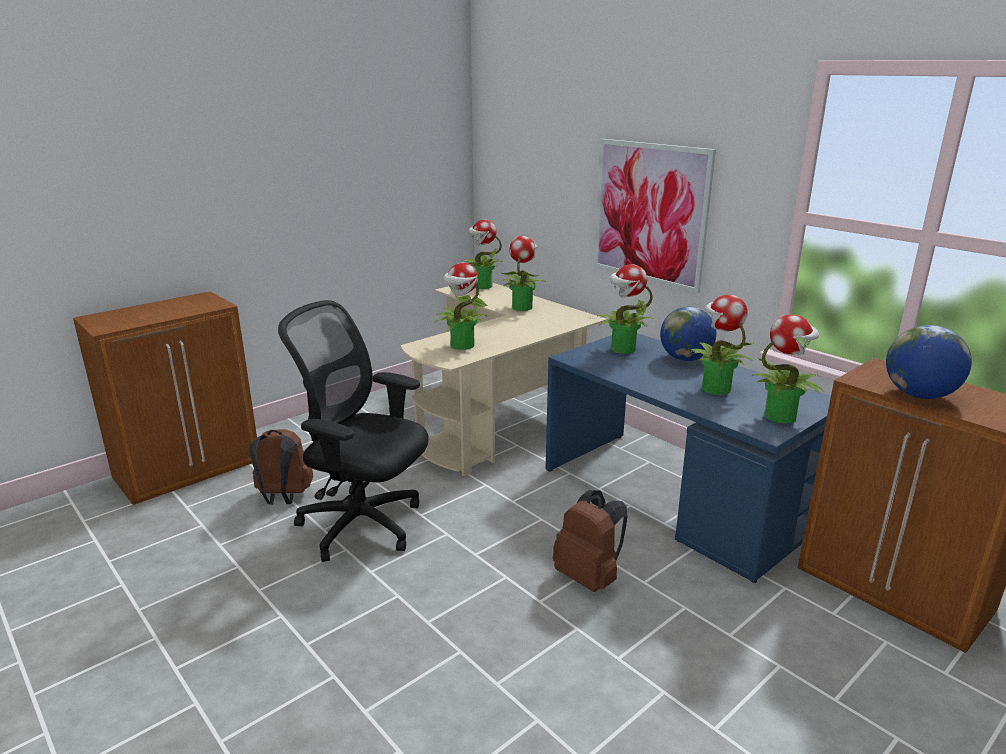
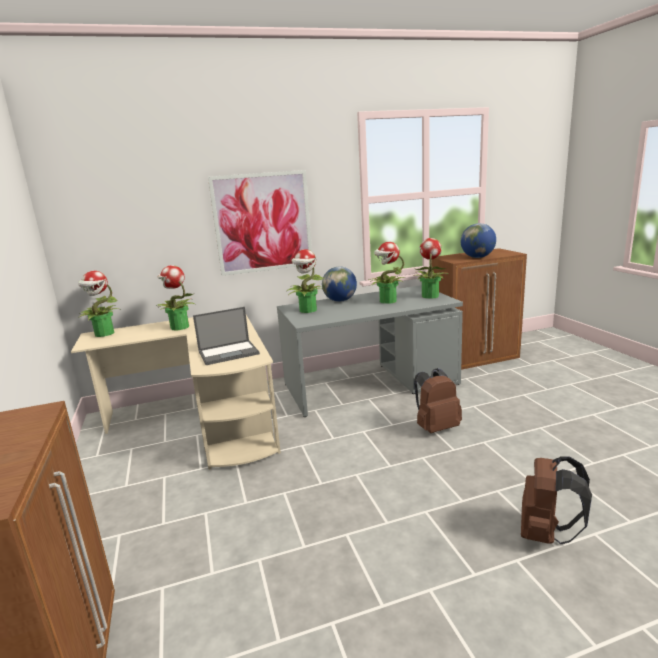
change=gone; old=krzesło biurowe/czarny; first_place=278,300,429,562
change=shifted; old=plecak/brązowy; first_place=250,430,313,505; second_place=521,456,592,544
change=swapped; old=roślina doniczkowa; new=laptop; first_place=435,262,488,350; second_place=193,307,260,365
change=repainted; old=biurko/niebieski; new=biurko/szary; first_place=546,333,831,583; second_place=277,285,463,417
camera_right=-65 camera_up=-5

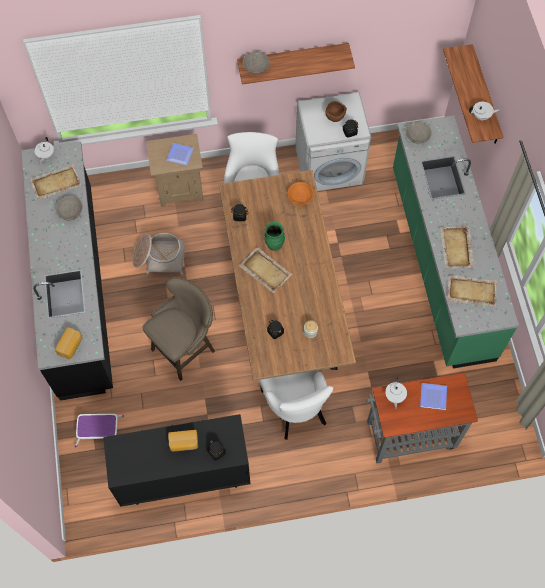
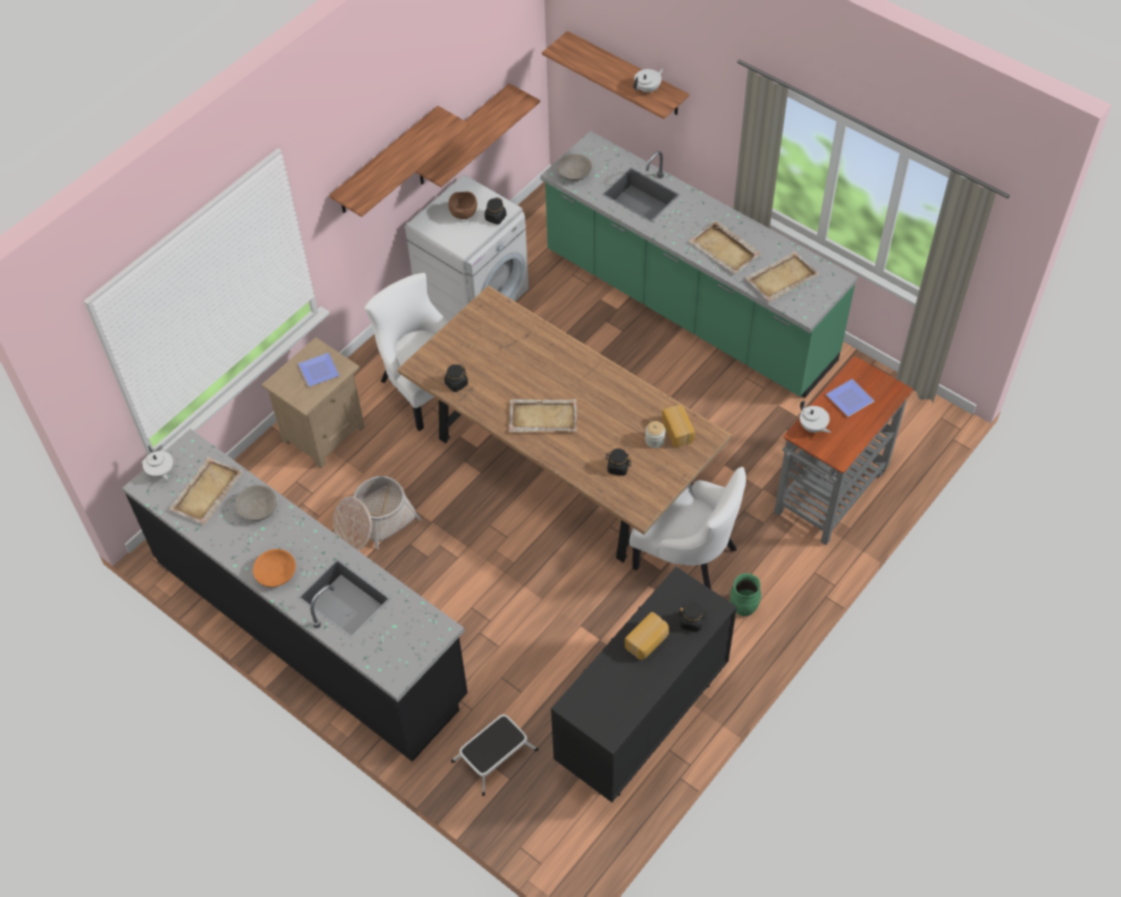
change=gone; old=stołek/beżowy; first_place=142,277,215,381
change=gone; old=miska/szary; first_place=243,52,270,74
change=new; new=półka; second_place=415,83,540,187
change=shifted; old=chleb; first_place=55,327,83,359; second_place=662,405,695,448
change=shifted; old=wazon/zielony; first_place=264,221,285,251; second_place=730,573,761,616
change=shifted; old=miska/pomarańczowy; first_place=287,182,314,205; second_place=253,549,296,587
change=repainted; old=drabinka/fioletowy; new=drabinka/czarny; first_place=75,414,124,448; second_place=451,714,538,796
camera_right=-40 camera_up=-10

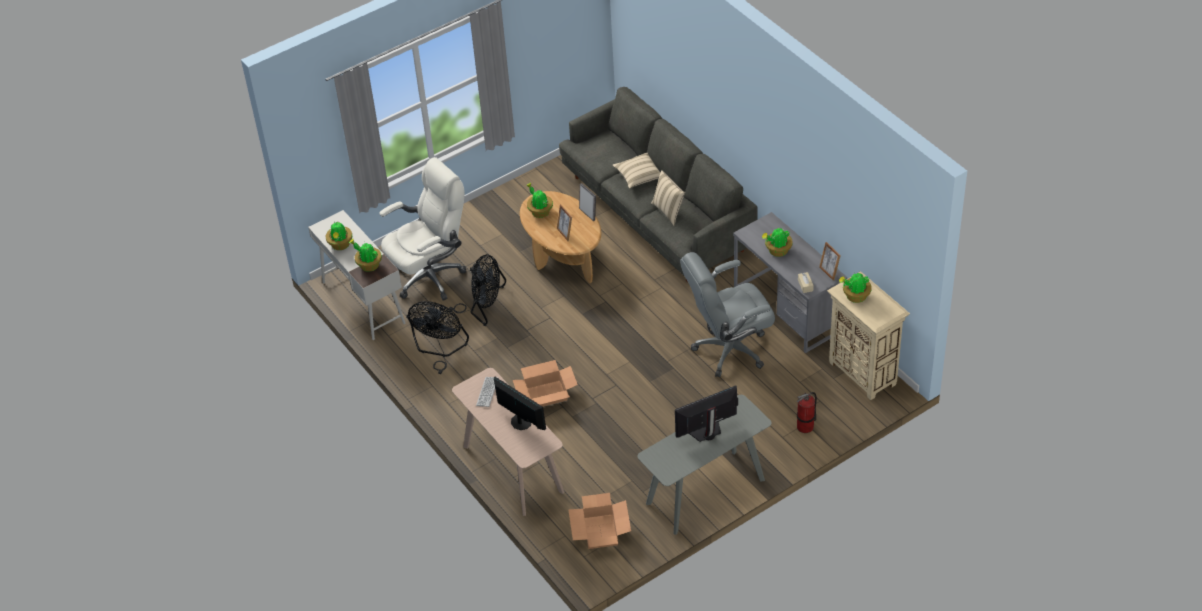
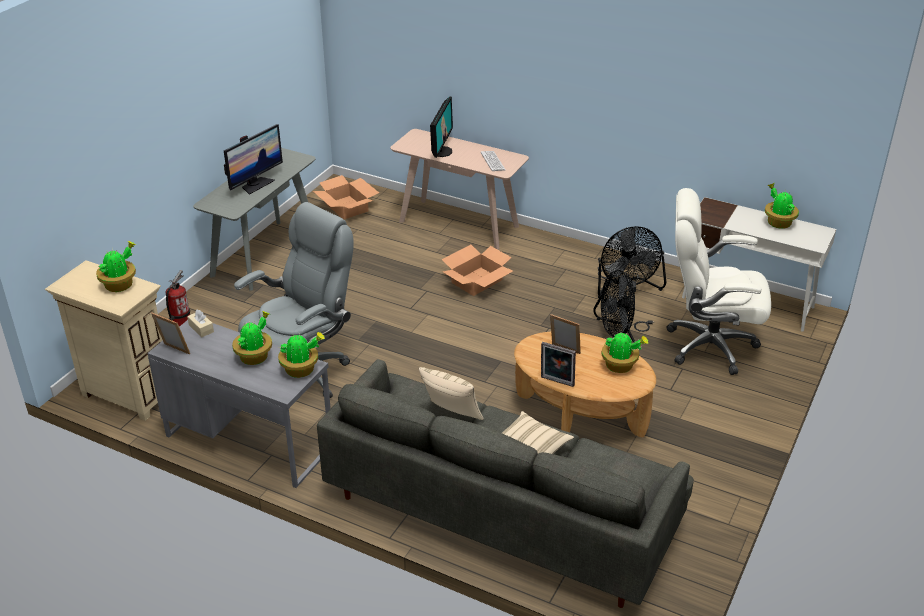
change=shifted; old=roślina doniczkowa; first_place=349,239,382,272; second_place=278,332,325,378
change=rotated; old=krzesło biurowe/biały; first_place=380,157,466,301; second_place=667,188,771,375; degrees=75
change=rotated; old=monitor; first_place=494,377,546,430; second_place=430,96,453,158; degrees=-90
camera_right=150 camera_up=-10

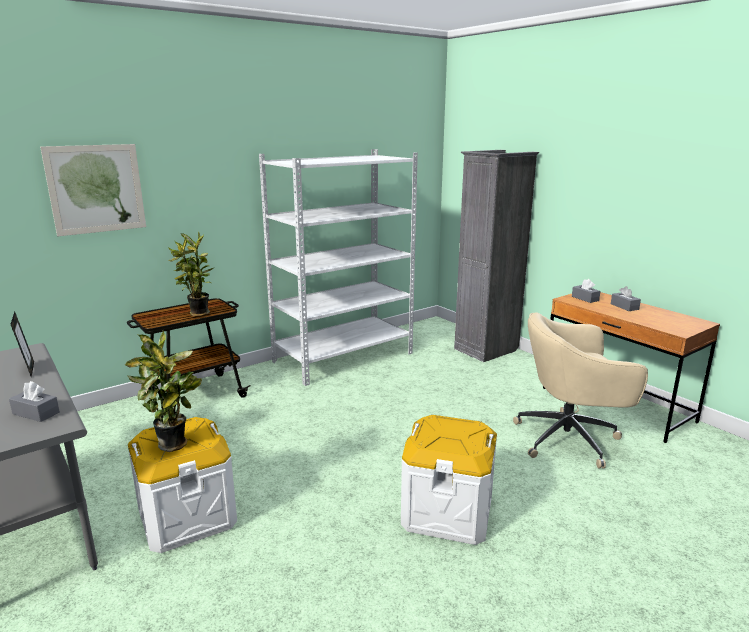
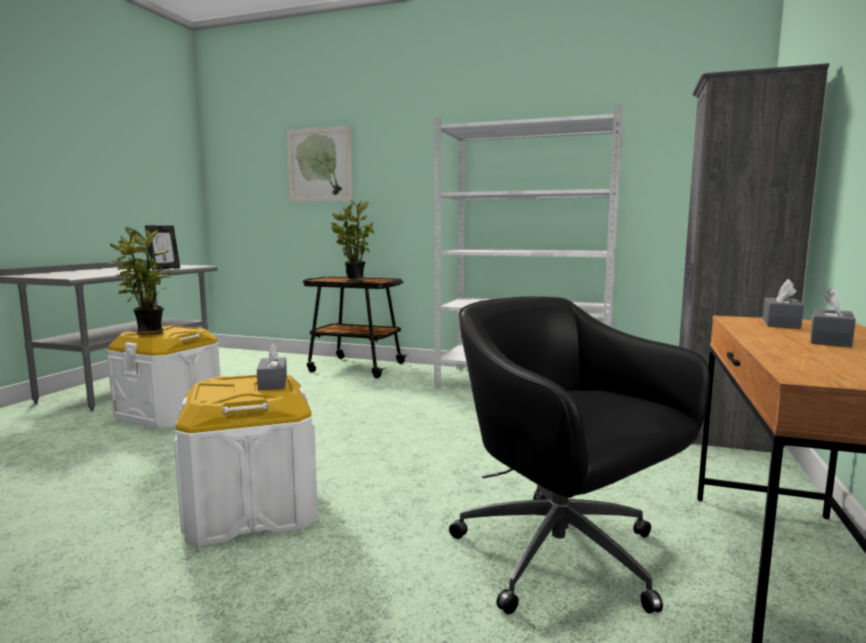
change=shifted; old=pudełko chusteczek/szary; first_place=9,381,60,422; second_place=257,343,287,390
change=repainted; old=krzesło biurowe/beżowy; new=krzesło biurowe/czarny; first_place=513,312,648,469; second_place=449,297,710,615
camera_right=55 camera_up=-10

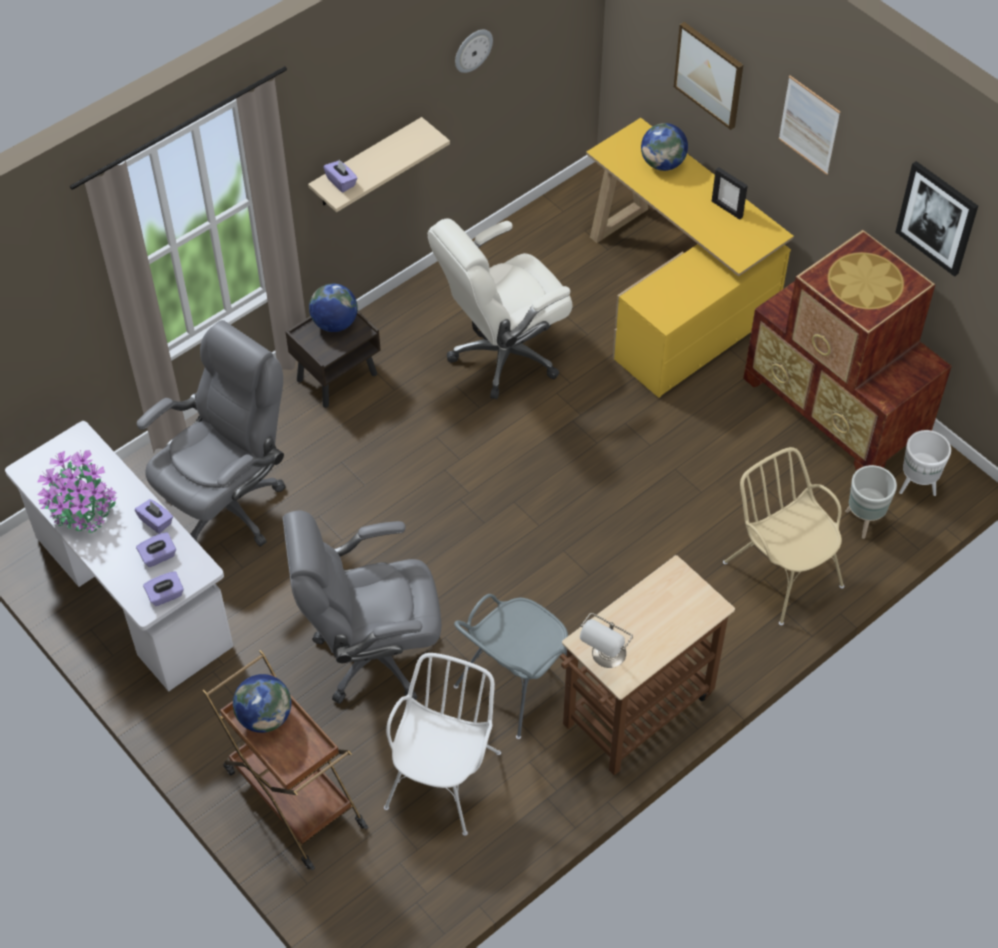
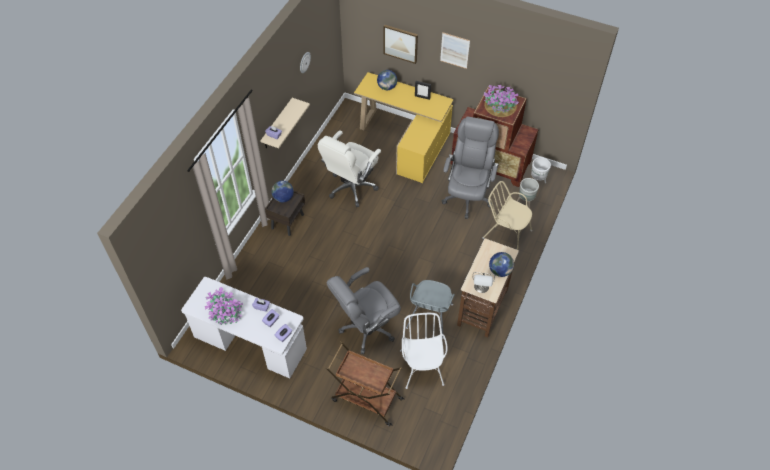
change=gone; old=obraz; first_place=895,161,978,277
change=new; new=roślina doniczkowa; second_place=483,84,519,114
change=shifted; old=krzesło biurowe/szary; first_place=137,320,285,547; second_place=442,116,499,219
change=shifted; old=globus; first_place=233,674,291,733; second_place=489,252,514,277
camera_right=-25 camera_up=0

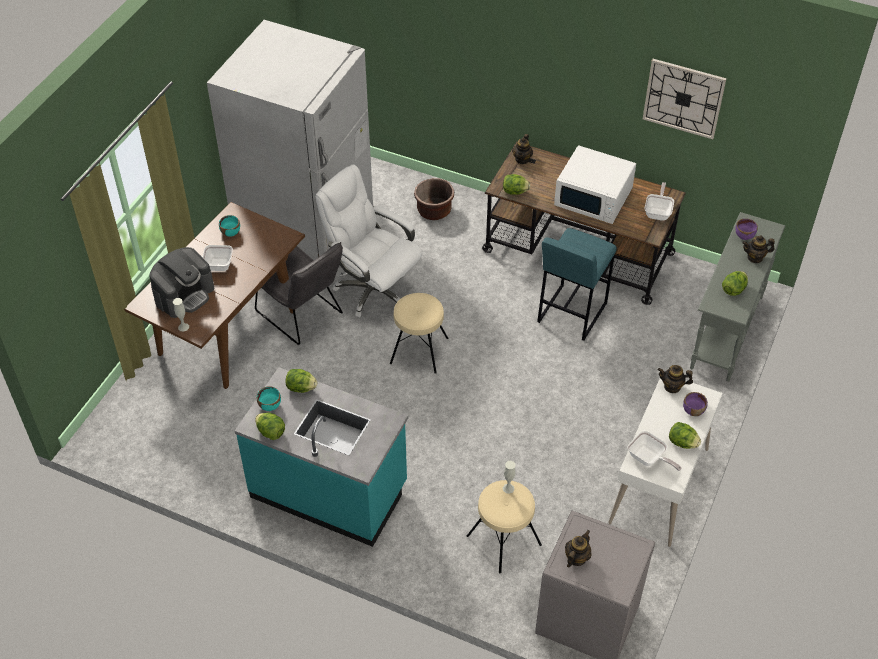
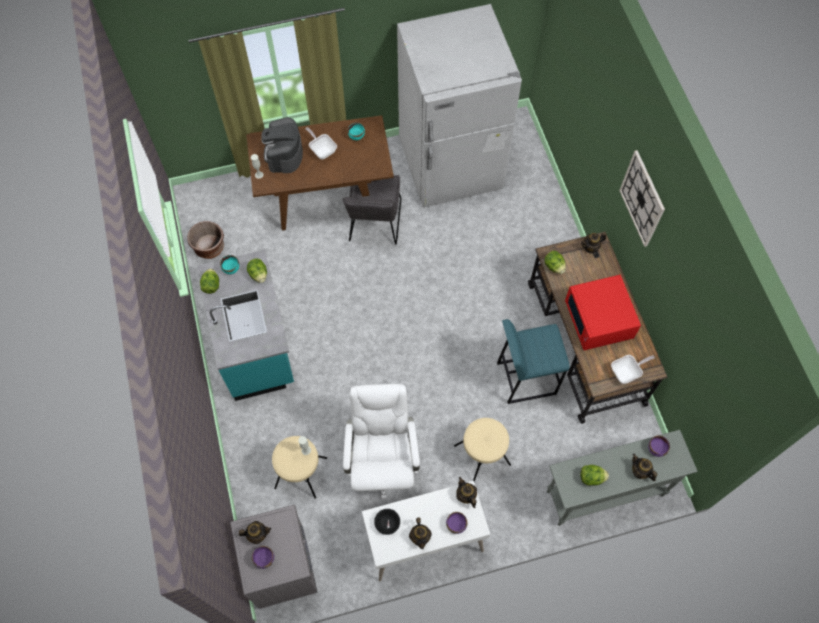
change=new; new=miska/fioletowy; second_place=252,546,274,569
change=shifted; old=krzesło biurowe/biały; first_place=316,165,422,317; second_place=343,384,420,499
change=shifted; old=stołek/beżowy; first_place=390,293,448,374; second_place=454,418,511,482
change=shifted; old=donica/brązowy; first_place=414,178,454,220; second_place=187,221,224,259
change=shifted; old=zegar ścienny; first_place=643,59,727,139; second_place=619,150,665,247
change=swapped; old=patelnia; new=miska/czarny; first_place=628,431,681,471; second_place=374,509,400,535
change=swapped; old=sałata; new=imbryk; first_place=669,422,701,449; second_place=409,517,432,549
change=repainted; old=mikrofalówka/biały; new=mikrofalówka/czerwony; first_place=554,145,636,224; second_place=565,275,641,350
change=rotated; old=ekspres do kawy; first_place=149,247,214,318; second_place=261,117,303,173; degrees=90
camera_right=50 camera_up=15

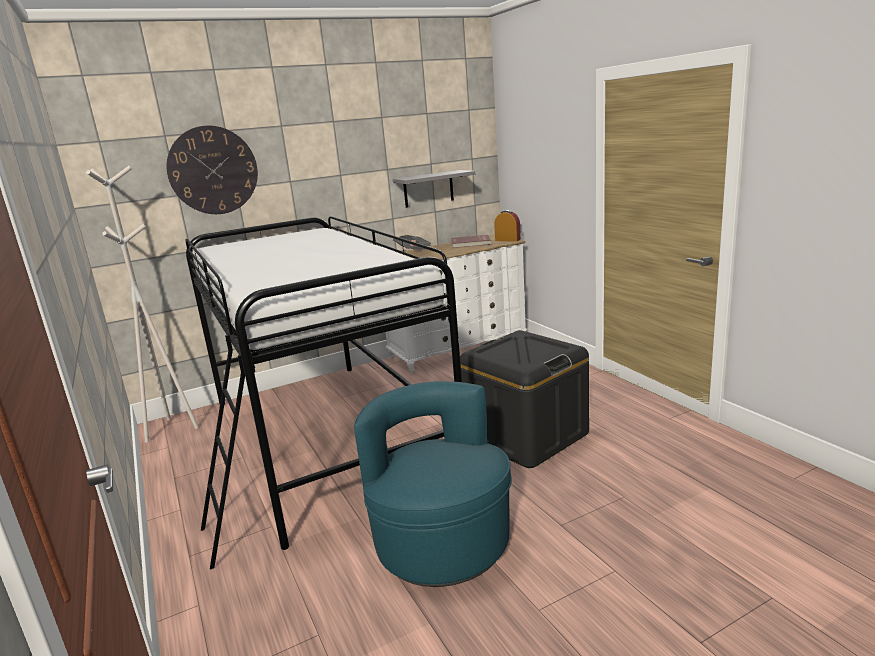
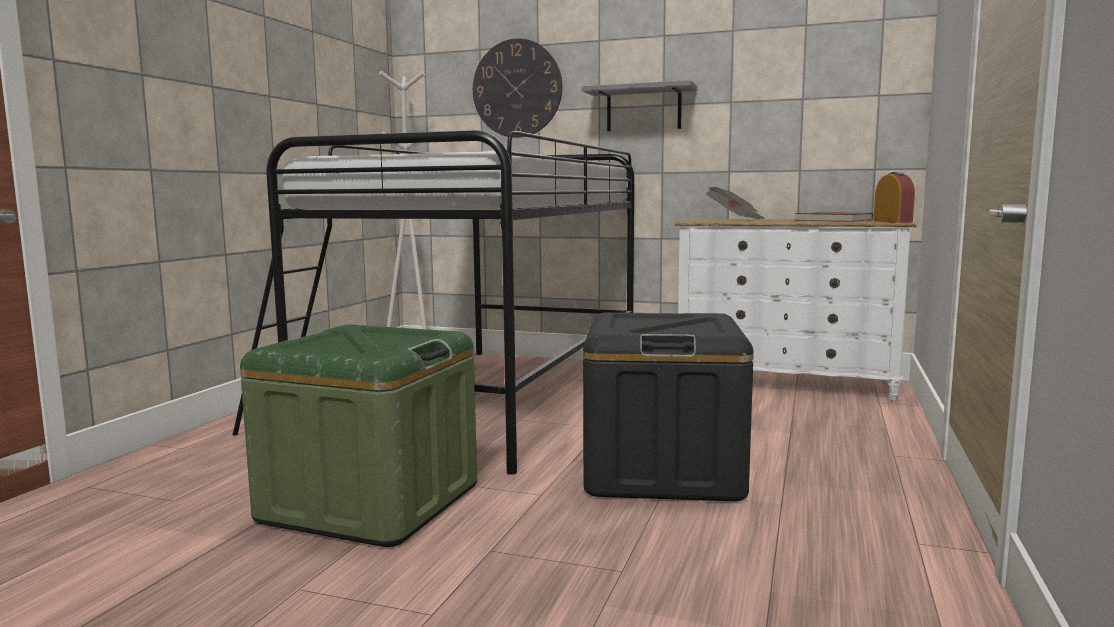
change=shifted; old=półka/szary; first_place=393,170,475,208; second_place=581,80,697,131
change=swapped; old=fotel/turkusowy; new=pojemnik do przechowywania/zielony; first_place=354,381,512,587; second_place=240,324,477,547
camera_right=45 camera_up=-10

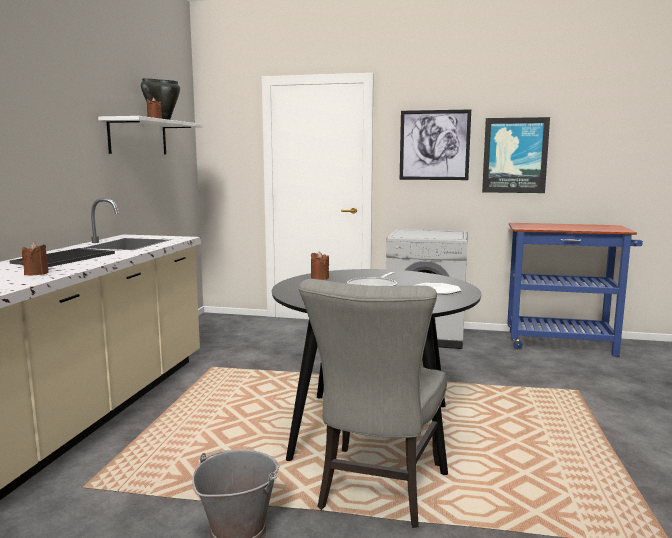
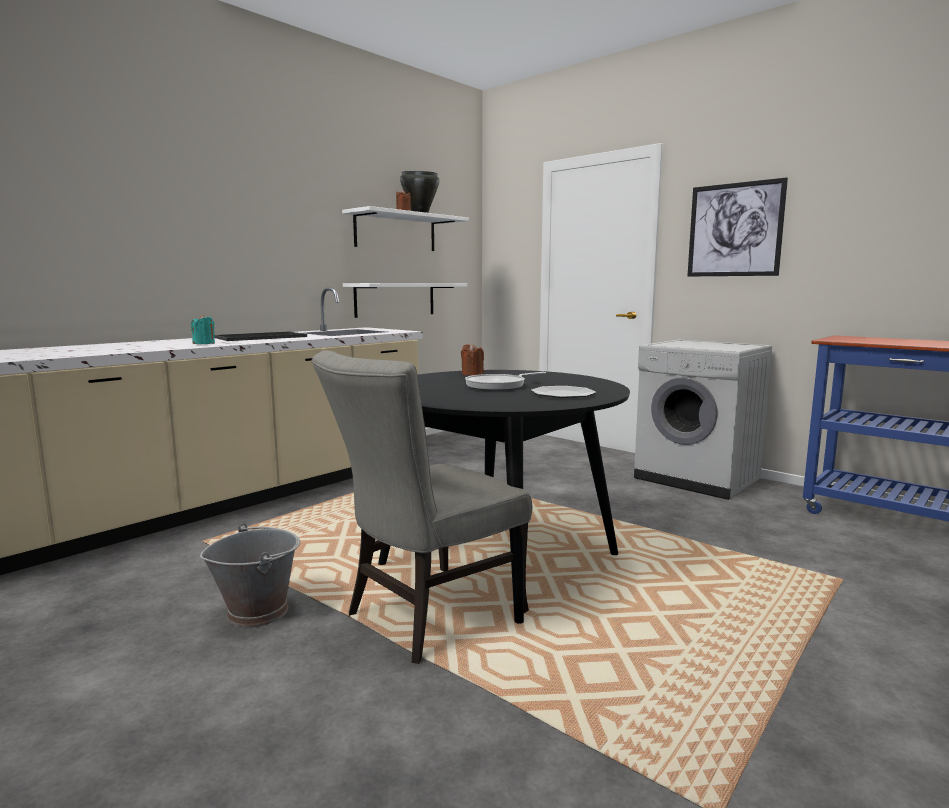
change=gone; old=obraz; first_place=482,117,550,193
change=new; new=półka/biały; second_place=343,283,467,318
change=repainted; old=świeca/brązowy; new=świeca/turkusowy; first_place=22,242,49,275; second_place=191,314,215,344
camera_right=30 camera_up=0

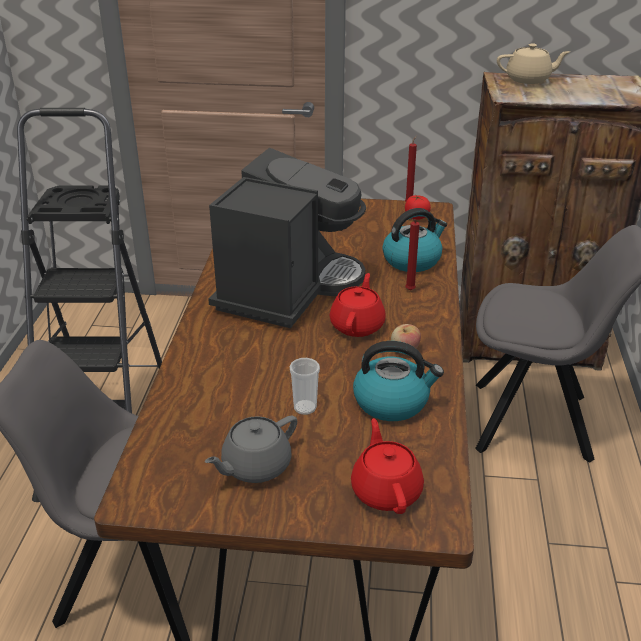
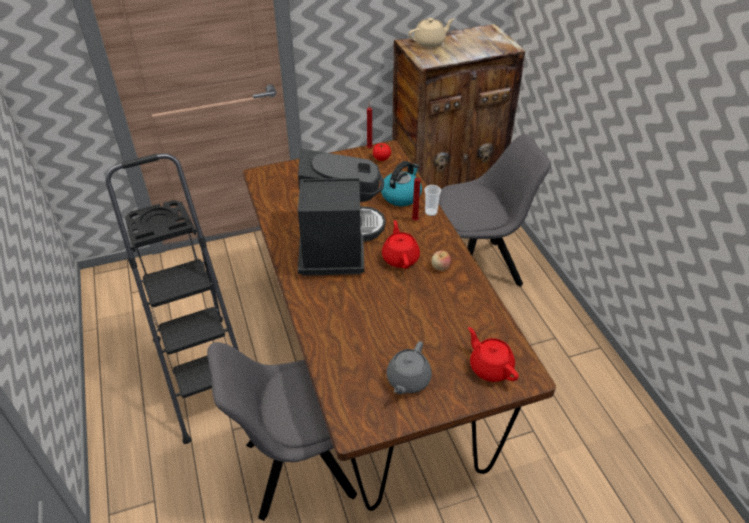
change=gone; old=czajnik; first_place=353,341,444,421
change=shifted; old=filiżanka; first_place=289,358,320,415; second_place=424,185,441,216
camera_right=-25 camera_up=10

